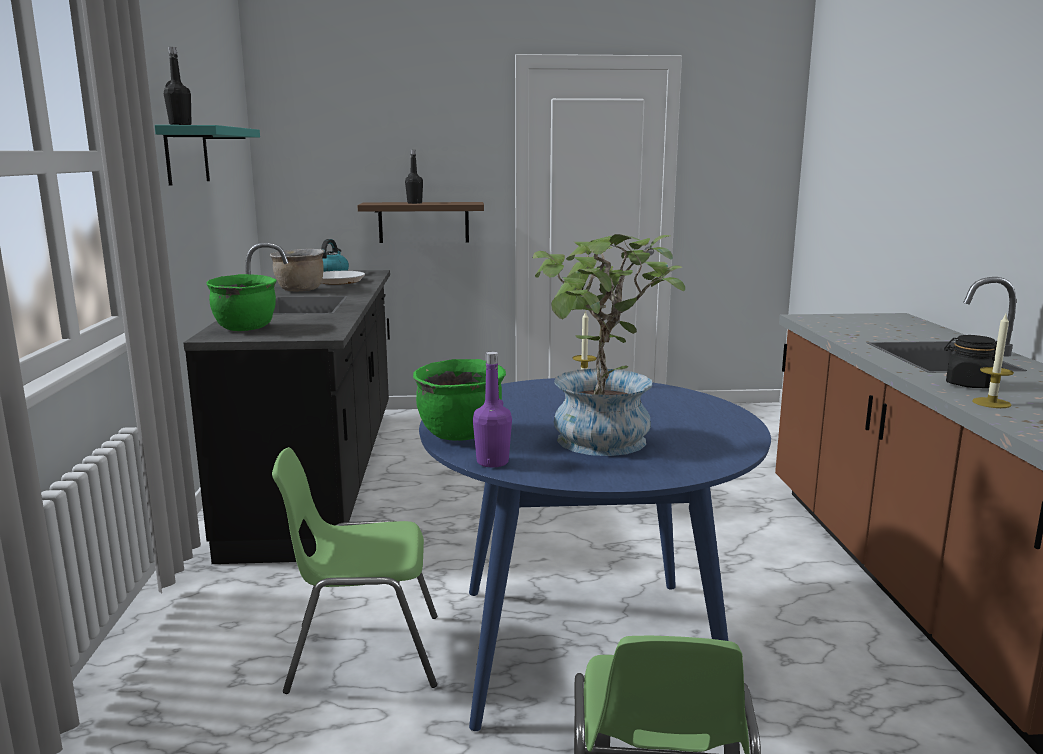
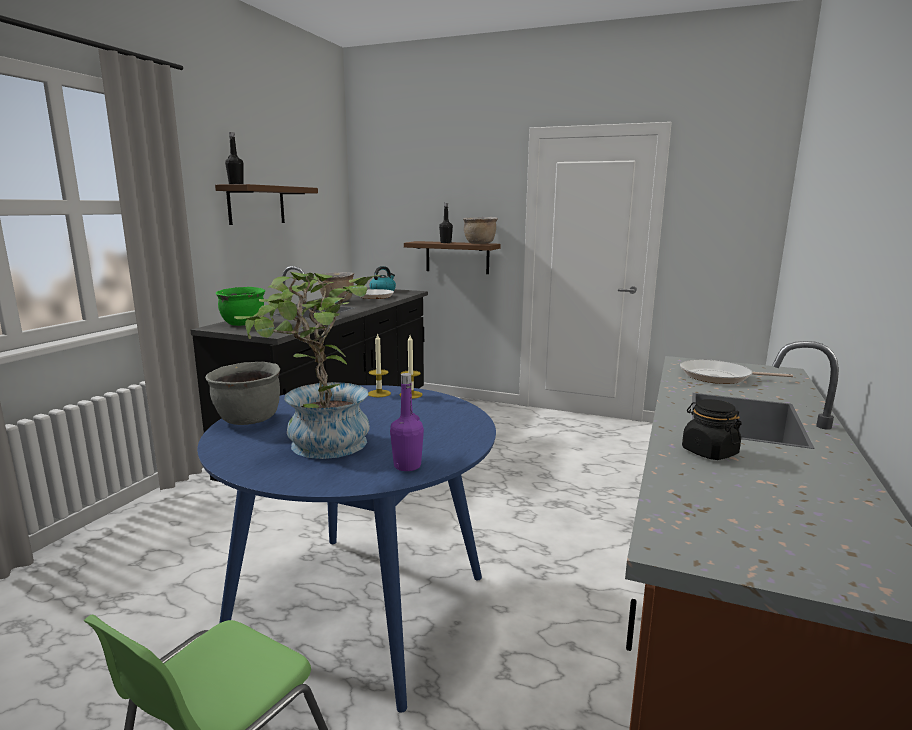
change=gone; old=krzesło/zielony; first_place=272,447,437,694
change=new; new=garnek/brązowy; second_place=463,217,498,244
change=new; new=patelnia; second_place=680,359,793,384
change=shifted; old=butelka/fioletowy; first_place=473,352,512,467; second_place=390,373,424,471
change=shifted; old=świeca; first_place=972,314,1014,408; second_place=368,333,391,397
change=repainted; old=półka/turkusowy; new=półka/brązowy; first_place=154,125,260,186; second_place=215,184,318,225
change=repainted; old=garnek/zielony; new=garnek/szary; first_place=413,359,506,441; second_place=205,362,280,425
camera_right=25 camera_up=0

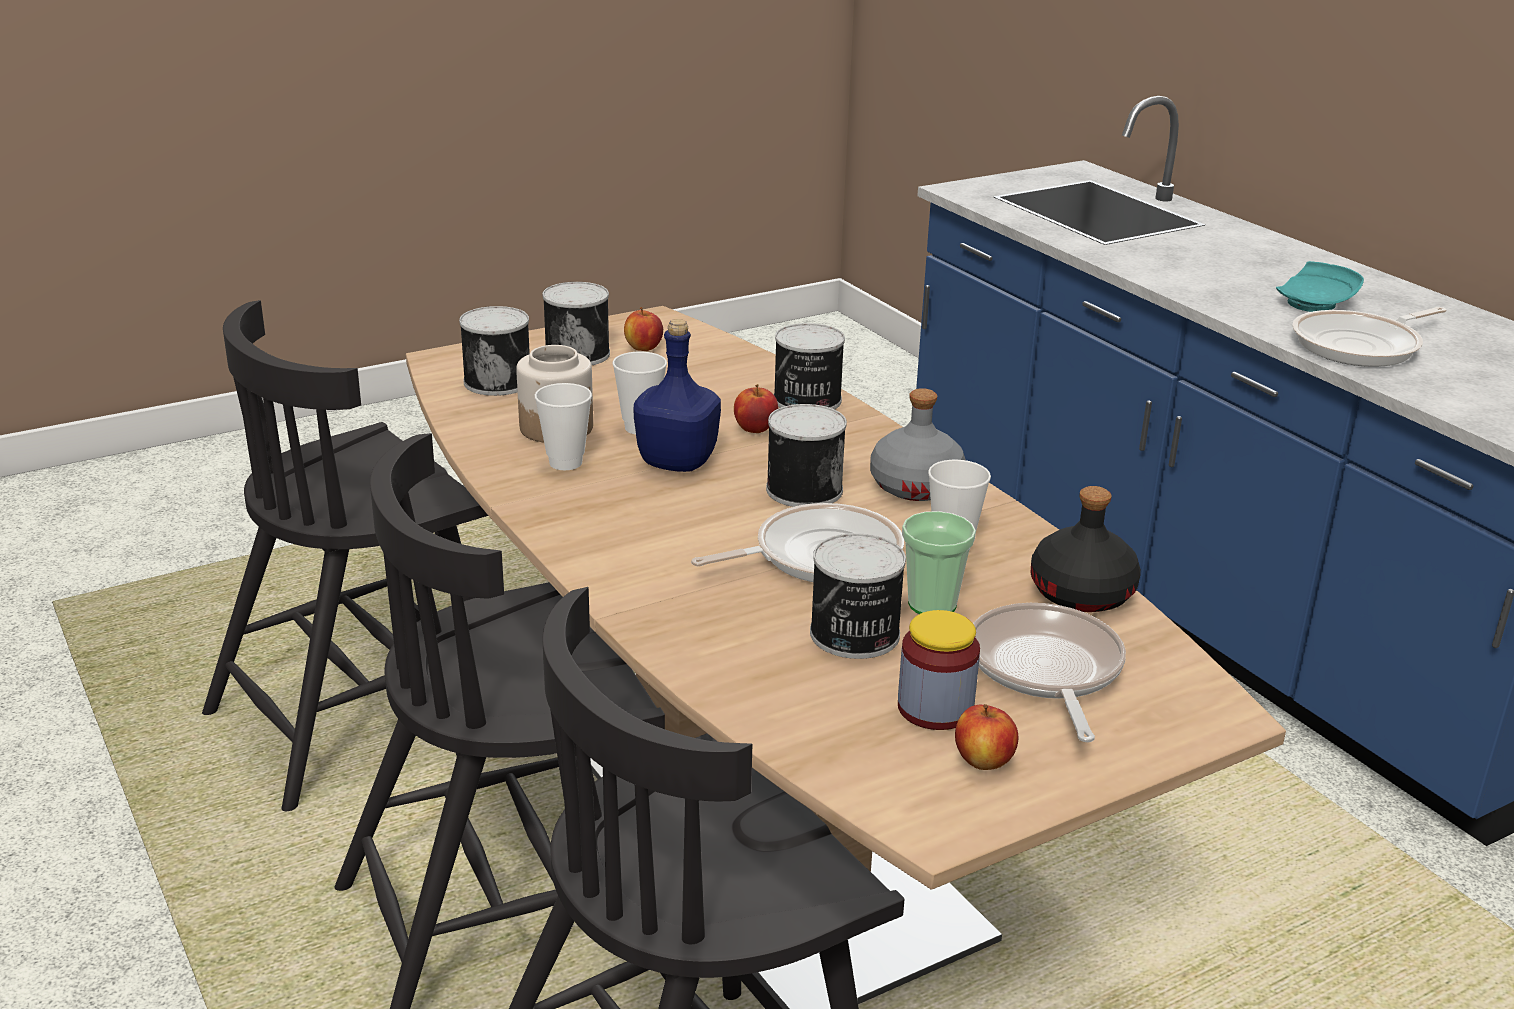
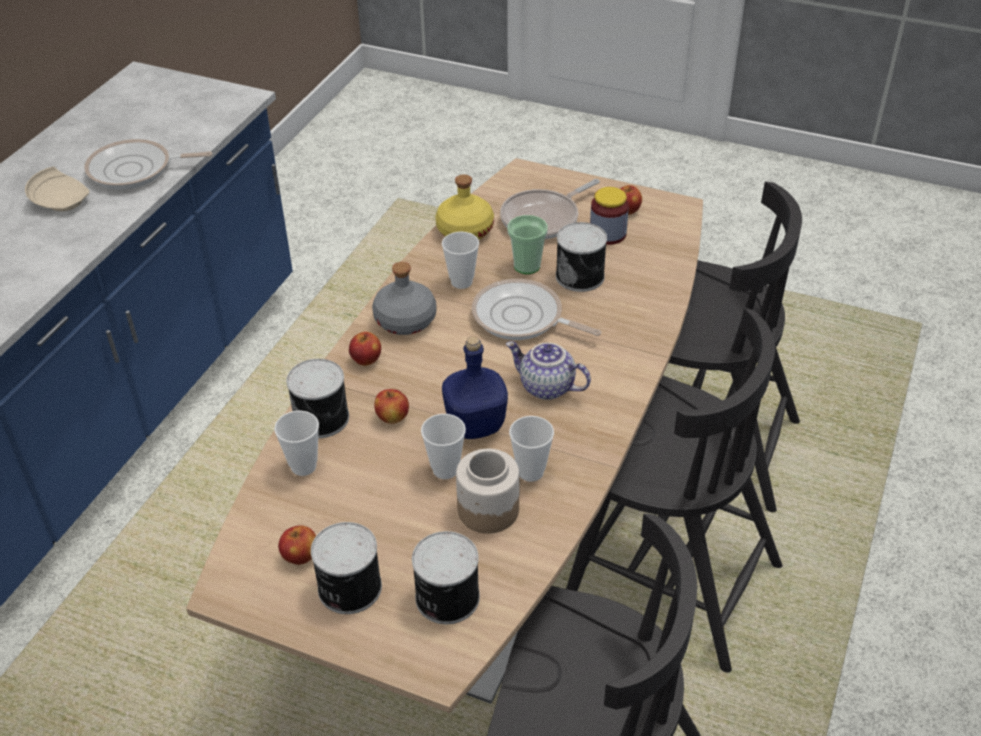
change=gone; old=puszka; first_place=766,404,847,507
change=new; new=filiżanka; second_place=274,411,319,476
change=new; new=jabłko; second_place=349,332,381,366
change=new; new=imbryk; second_place=506,341,591,400
change=repainted; old=butelka/czarny; new=butelka/żółty; first_place=1030,486,1141,612; second_place=436,174,494,240
change=repainted; old=talerz/turkusowy; new=talerz/beżowy; first_place=1276,261,1364,312; second_place=25,167,90,211
change=rotated; old=patelnia; first_place=1292,307,1447,367; second_place=84,139,212,190; degrees=150
camera_right=-125 camera_up=15

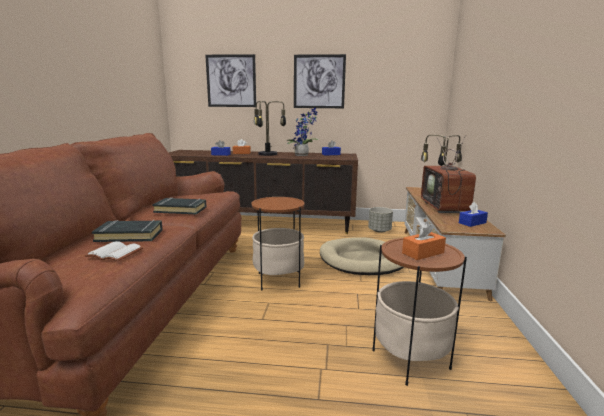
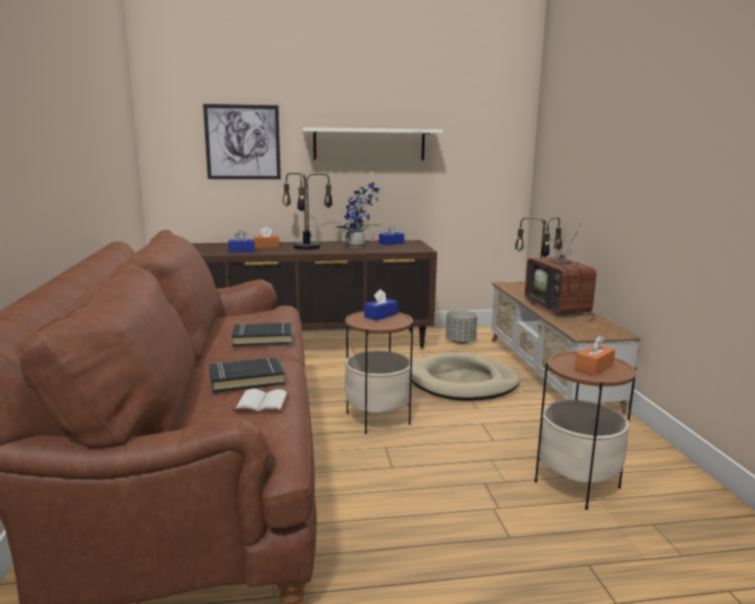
change=shifted; old=pudełko chusteczek/niebieski; first_place=459,202,488,227; second_place=364,289,398,321
change=swapped; old=obraz; new=półka/biały; first_place=294,54,346,108; second_place=302,127,443,160
camera_right=-15 camera_up=0

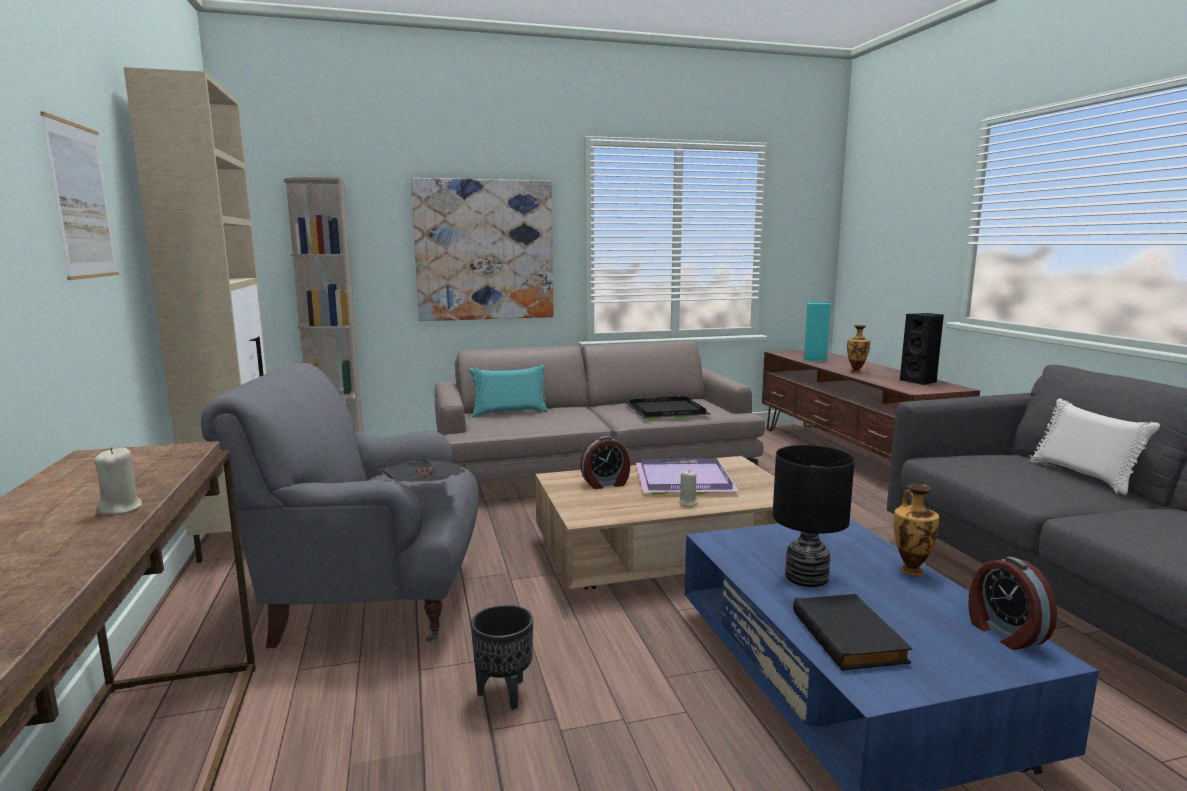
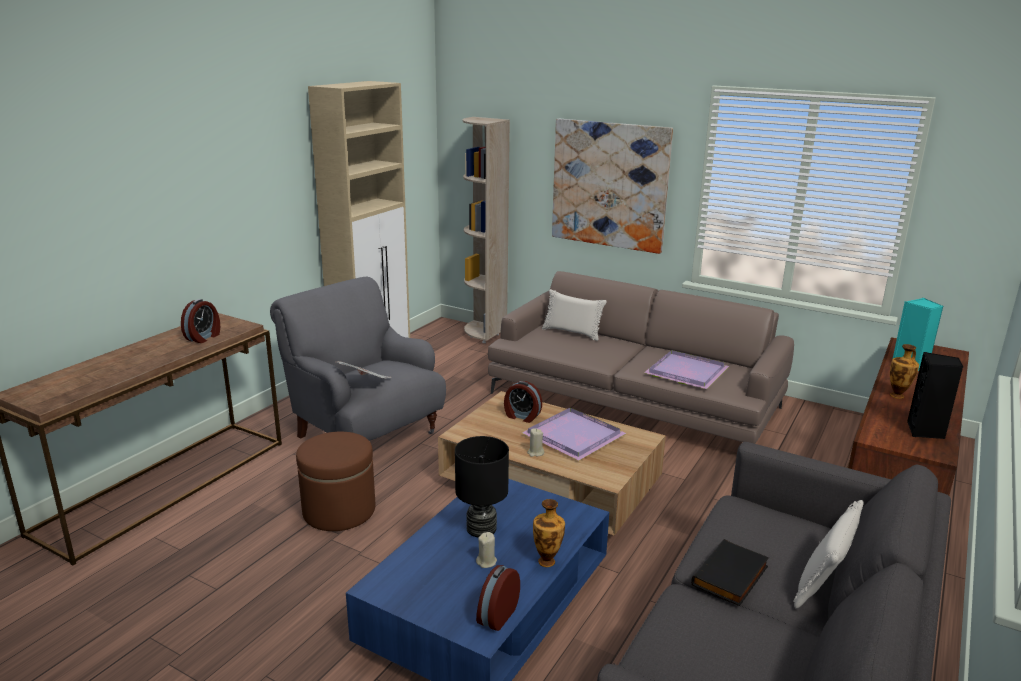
change=gone; old=obraz; first_place=40,111,119,280
change=new; new=budzik; second_place=181,299,220,343
change=shifted; old=świeca/beżowy; first_place=94,447,142,515; second_place=476,532,497,568
change=shifted; old=książka/czarny; first_place=793,594,912,671; second_place=691,539,769,606
change=swapped; old=donica/czarny; new=pufa/brązowy; first_place=471,605,533,710; second_place=296,432,375,531
change=repainted; old=poduszka/turkusowy; new=poduszka/biały; first_place=469,365,548,417; second_place=542,289,607,341
change=repainted; old=taca/czarny; new=taca/fioletowy; first_place=626,396,711,420; second_place=644,350,729,389
camera_right=45 camera_up=10

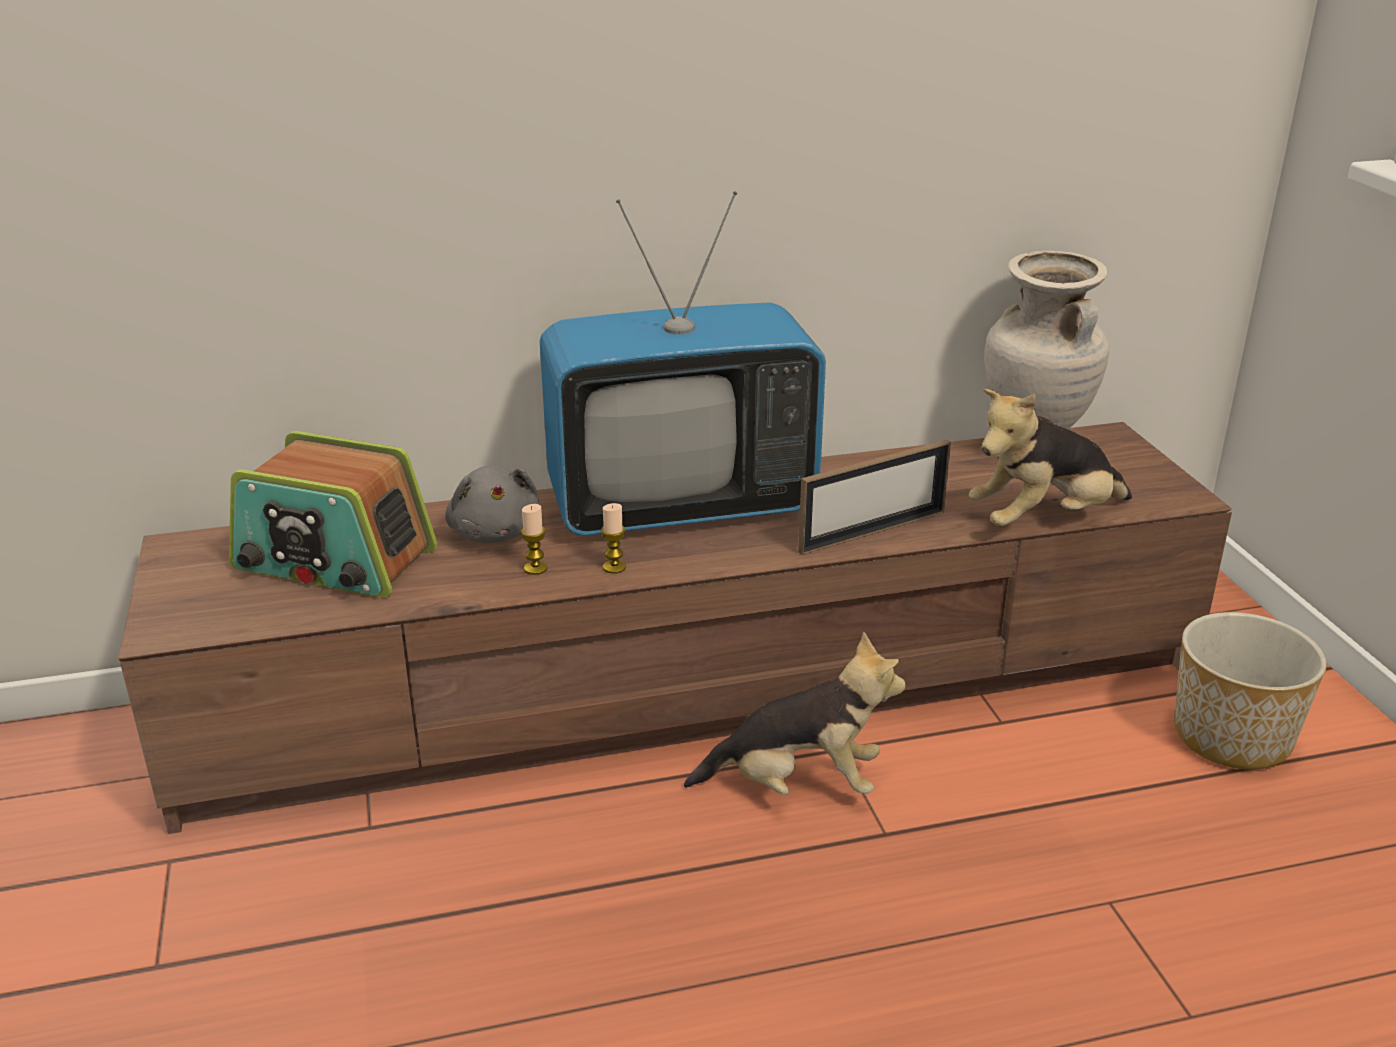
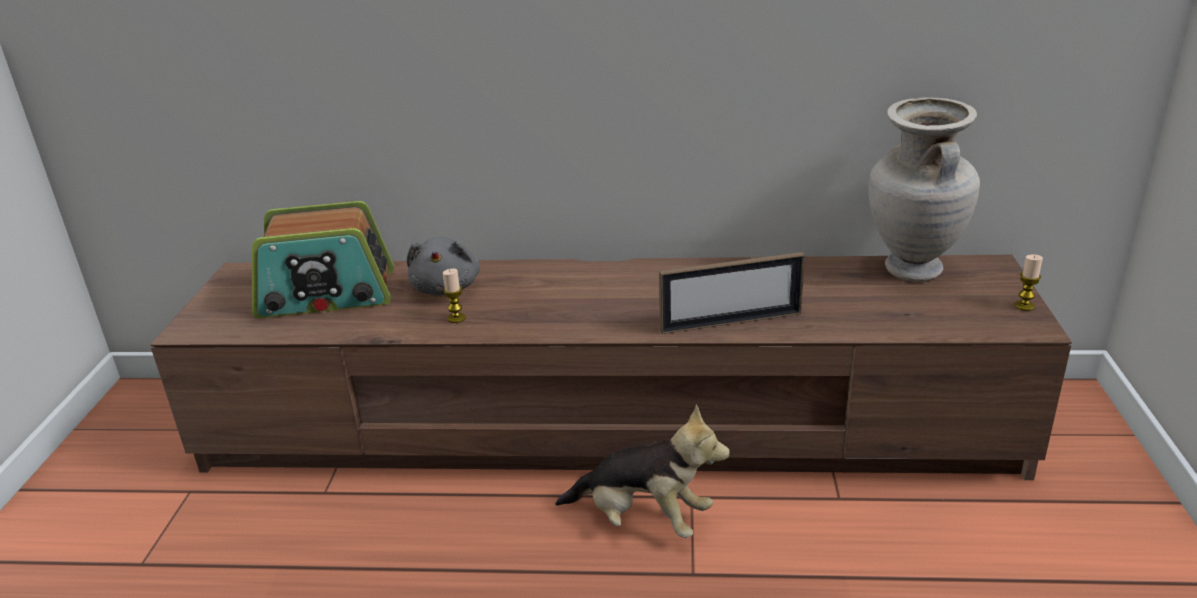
change=gone; old=telewizor; first_place=540,191,826,536
change=gone; old=pluszak; first_place=969,389,1132,526
change=gone; old=donica; first_place=1174,612,1327,770
change=shifted; old=świeca; first_place=601,503,626,574; second_place=1014,255,1043,311
change=rotated; old=radio; first_place=229,431,437,598; second_place=252,201,394,318; degrees=-45
camera_right=20 camera_up=0

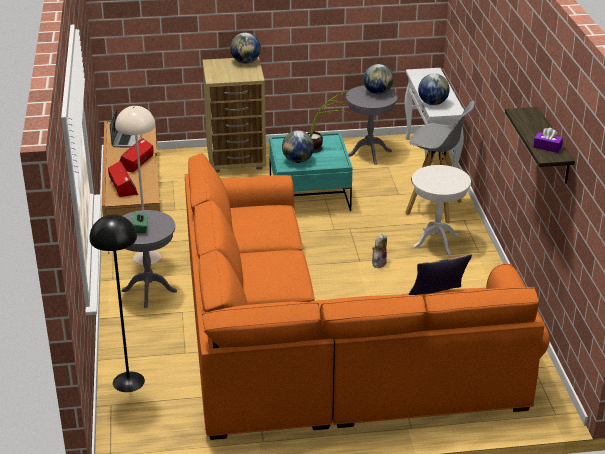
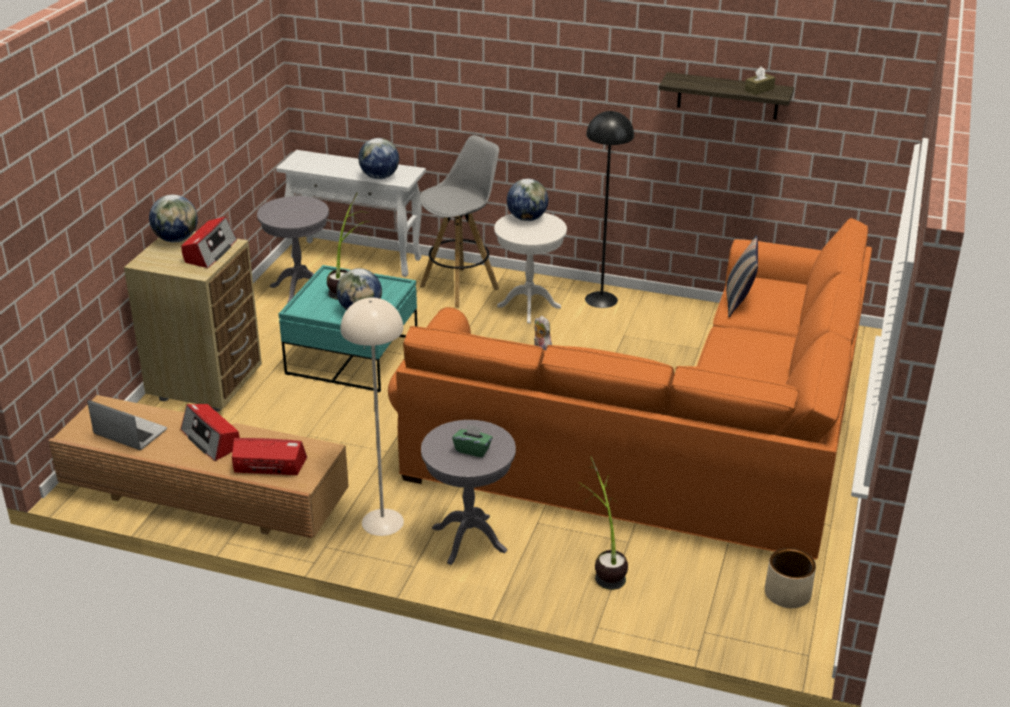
change=new; new=radio; second_place=181,217,237,268
change=new; new=roślina doniczkowa; second_place=577,456,628,590
change=new; new=donica/beżowy; second_place=765,548,816,608
change=shifted; old=lampa stojąca/czarny; first_place=90,214,145,392; second_place=585,111,634,308
change=shifted; old=globus; first_place=363,64,393,95; second_place=507,179,549,221
change=repainted; old=pudełko chusteczek/fioletowy; new=pudełko chusteczek/brązowy; first_place=533,128,563,153; second_place=745,66,775,95
camera_right=-65 camera_up=0

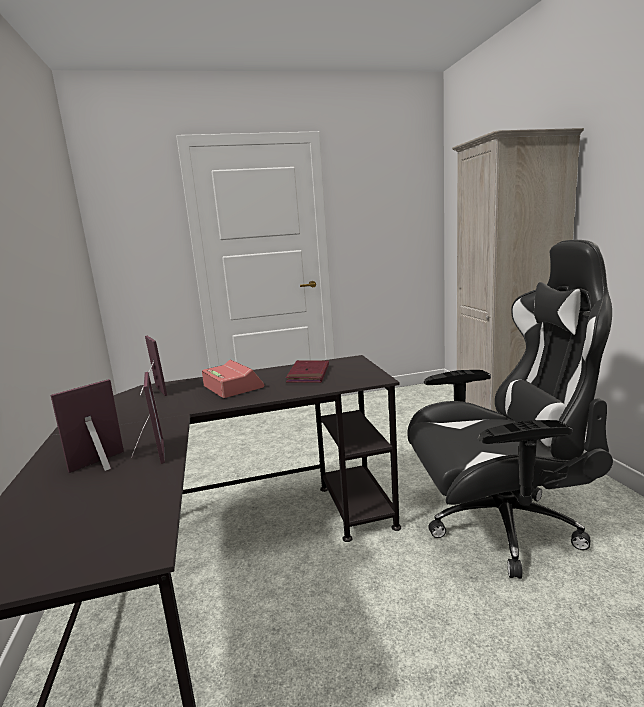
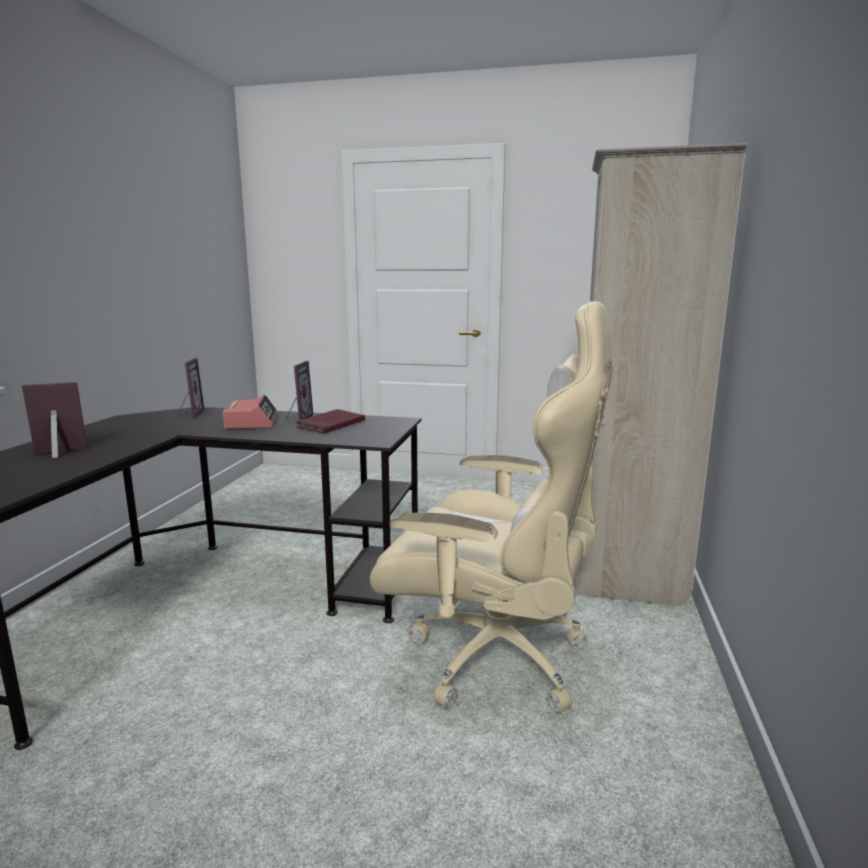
change=shifted; old=ramka na zdjęcie; first_place=132,372,165,464; second_place=286,361,313,420
change=repainted; old=krzesło biurowe/czarny; new=krzesło biurowe/beżowy; first_place=407,240,613,579; second_place=370,301,613,713
camera_right=25 camera_up=0

